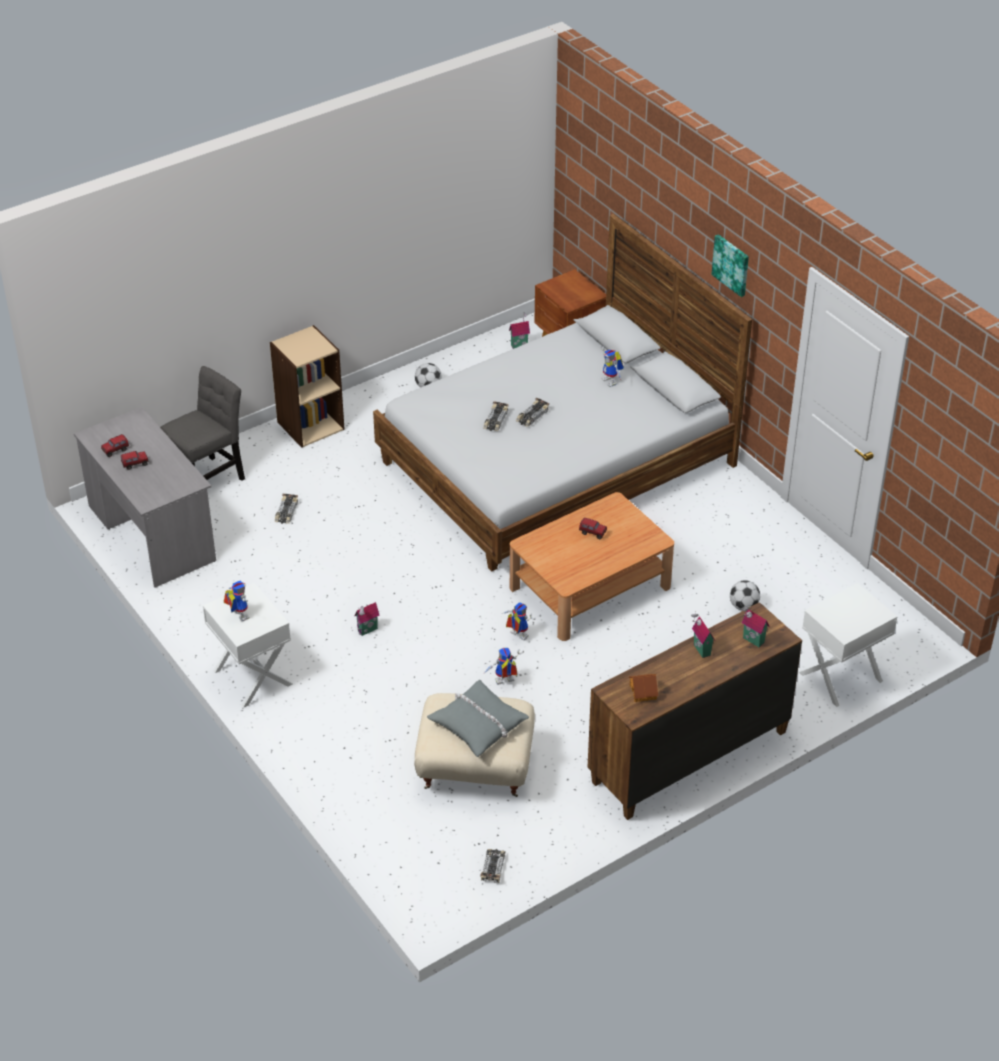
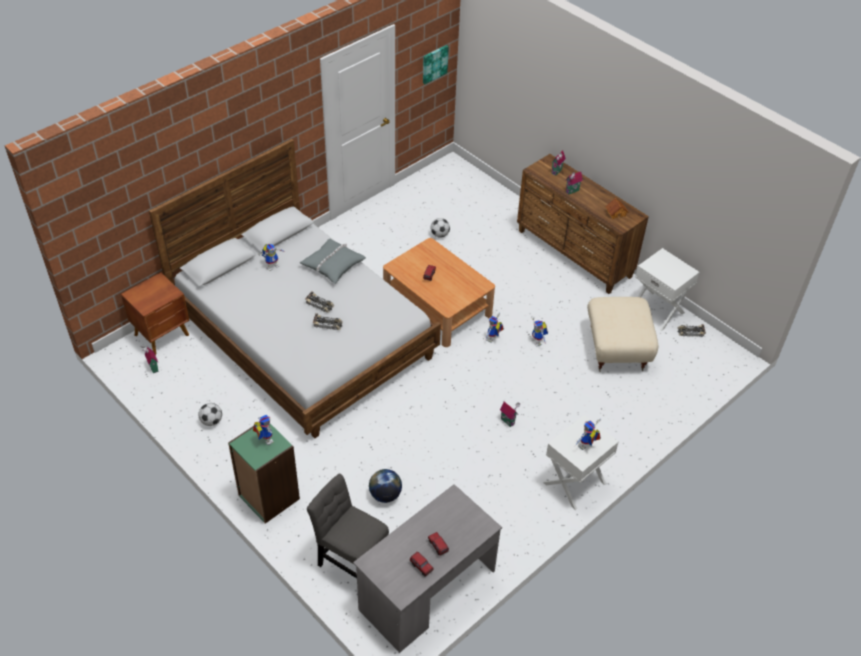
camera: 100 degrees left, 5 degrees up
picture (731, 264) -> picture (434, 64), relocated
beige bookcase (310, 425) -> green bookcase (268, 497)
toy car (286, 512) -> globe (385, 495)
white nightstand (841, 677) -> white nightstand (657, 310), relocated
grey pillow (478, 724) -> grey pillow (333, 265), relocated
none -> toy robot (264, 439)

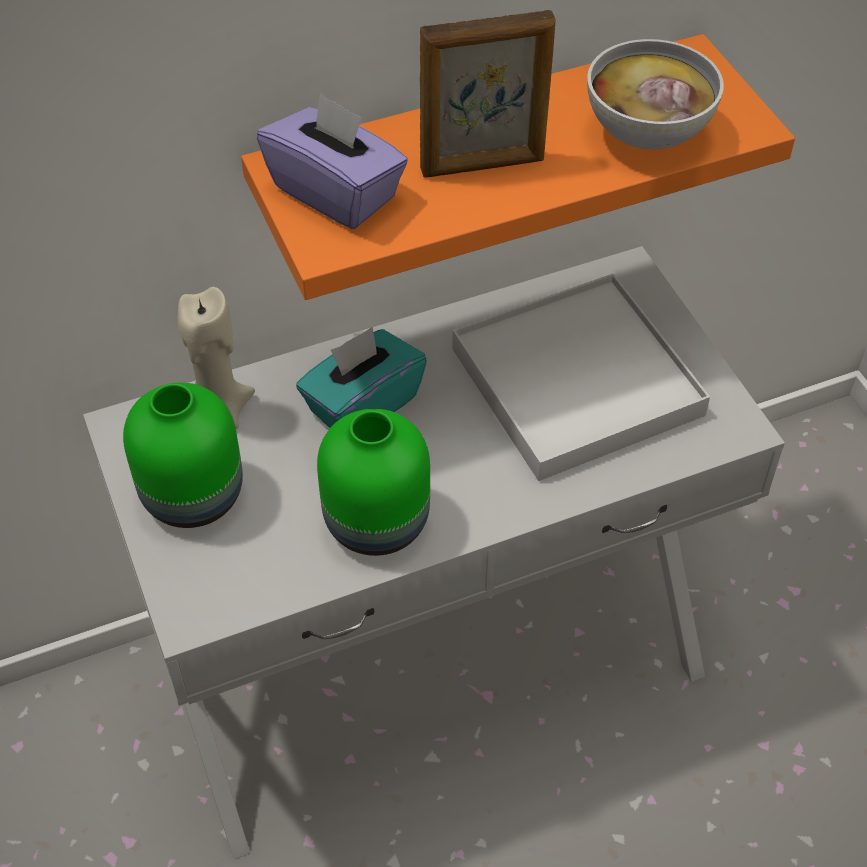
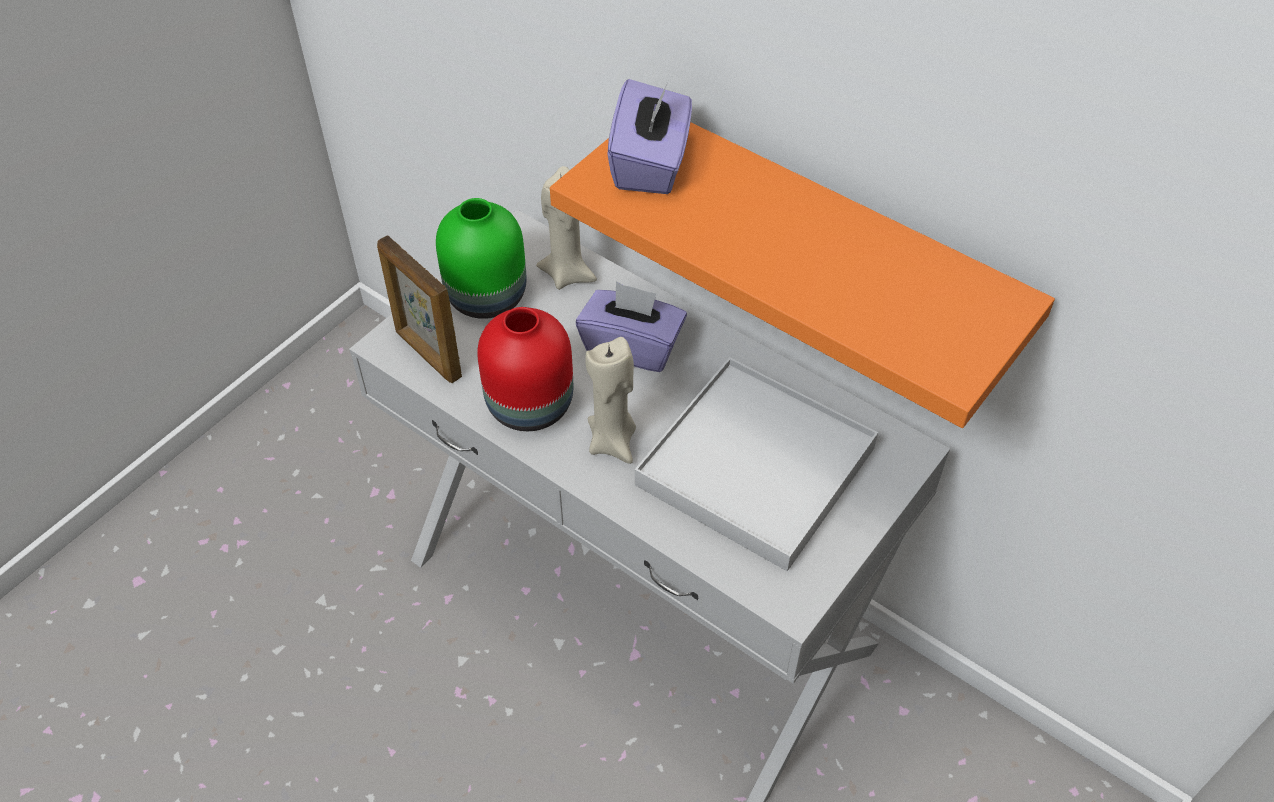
camera: 60 degrees right, 0 degrees up
picture frame (483, 165) -> picture frame (427, 354), relocated
bowl (646, 134) -> none
turquoise tissue box (362, 404) -> purple tissue box (632, 346)
green vase (379, 522) -> red vase (531, 406)
none -> beige candle (613, 441)

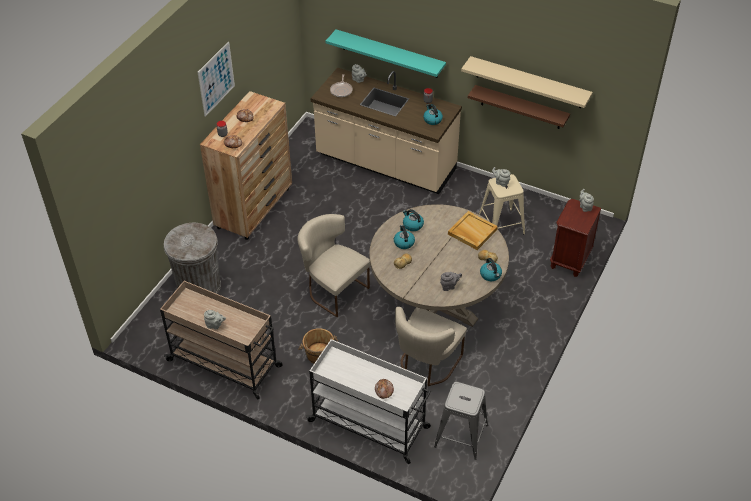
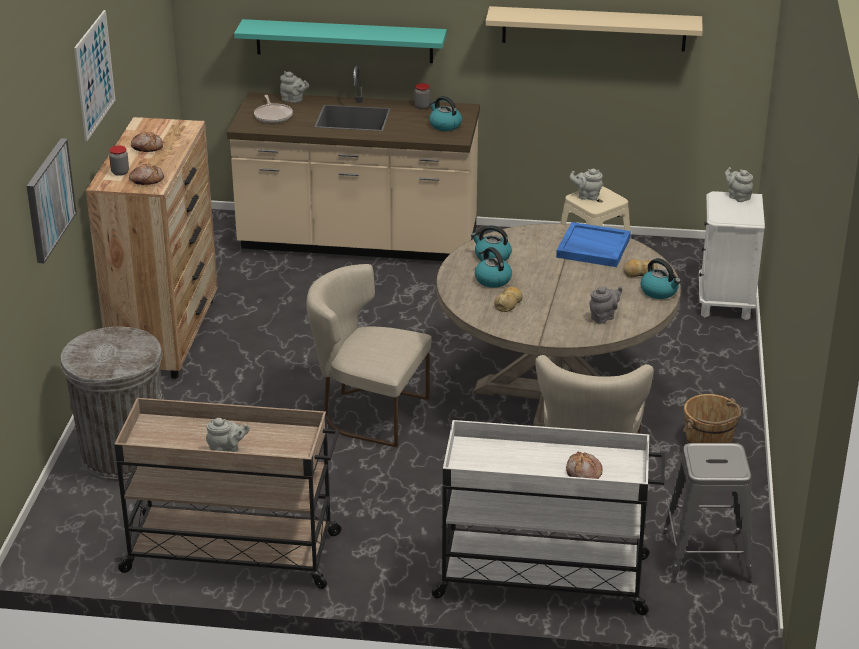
camera: 20 degrees left, 15 degrees down
brown shelf (521, 107) -> none
brown nightstand (570, 260) -> white nightstand (725, 302)
beige tray (472, 232) -> blue tray (592, 248)
brown bucket (319, 354) -> brown bucket (709, 442), relocated
none -> picture (49, 199)

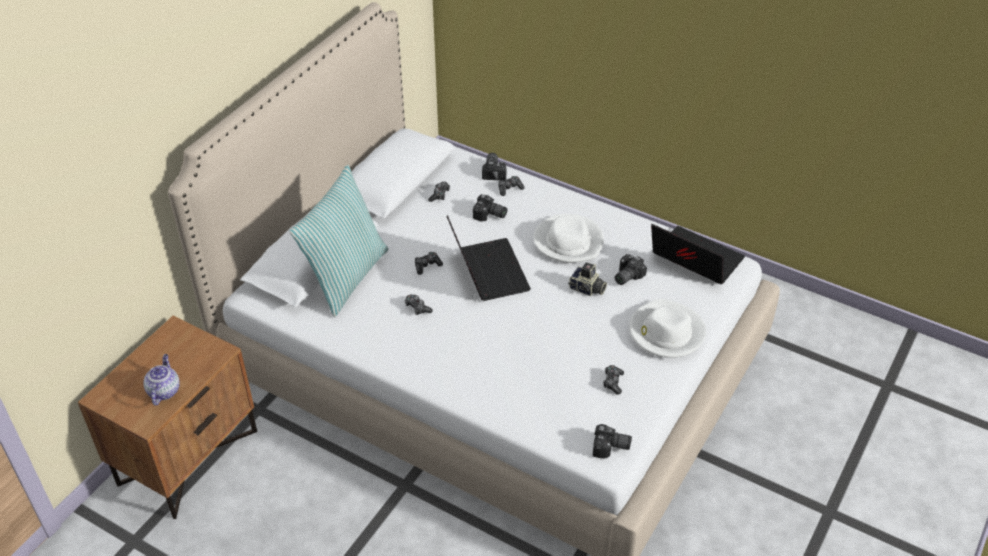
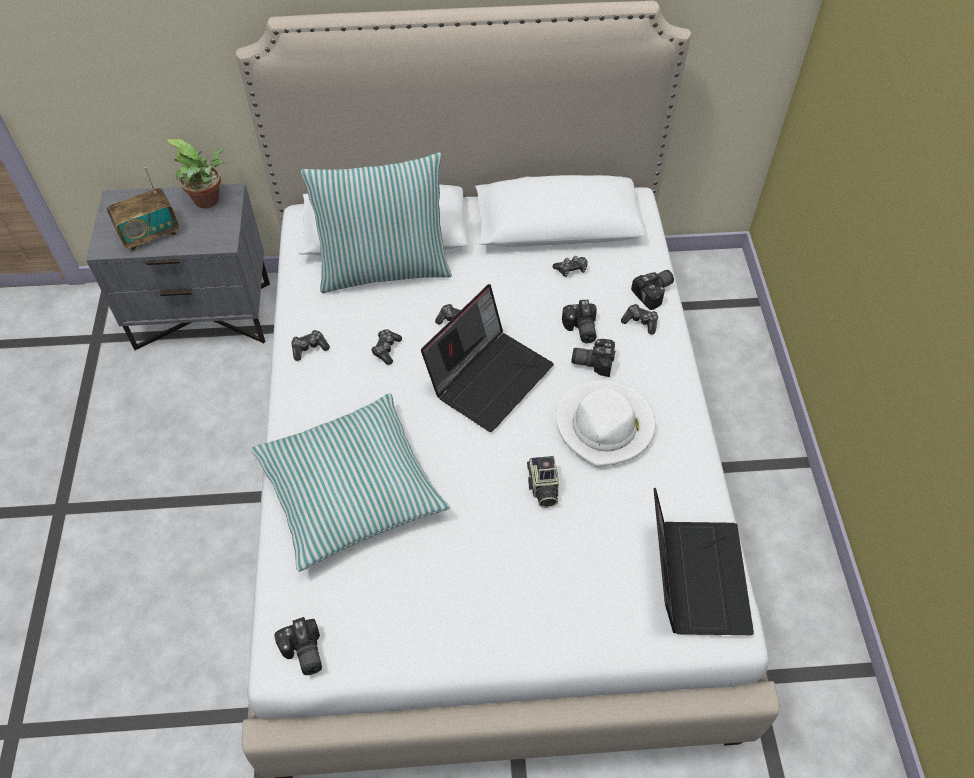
camera: 55 degrees right, 10 degrees up
photo camera (626, 276) -> photo camera (592, 361), relocated
white hat (666, 332) -> none
brown nightstand (187, 456) -> grey nightstand (204, 314)
teapot (164, 390) -> radio (150, 234)
game controller (613, 382) -> game controller (309, 348), relocated
none -> potted plant (209, 201)
none -> pillow (350, 489)

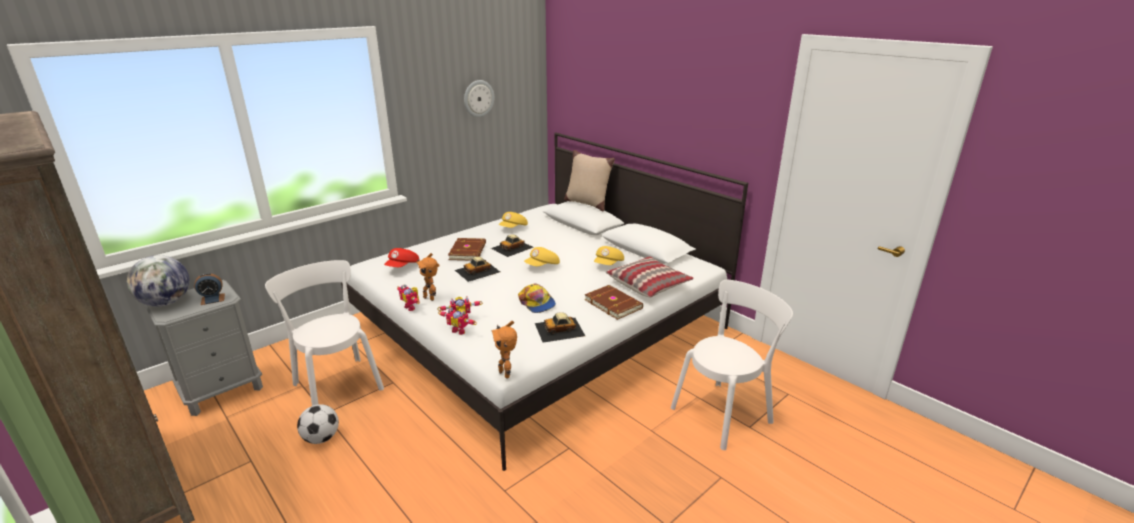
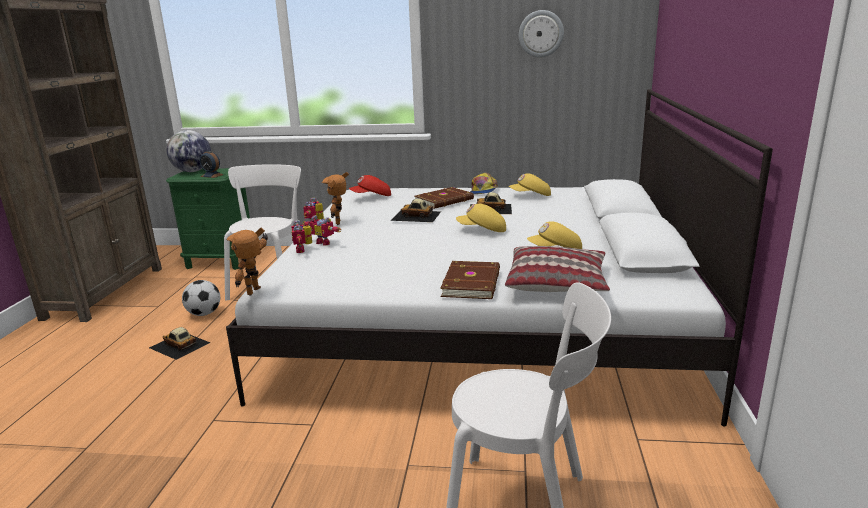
camera: 50 degrees right, 5 degrees down
beige pillow (587, 203) -> none
grey nightstand (223, 390) -> green nightstand (220, 261)
cap (537, 303) -> cap (483, 191), relocated
toy car (559, 329) -> toy car (179, 345), relocated

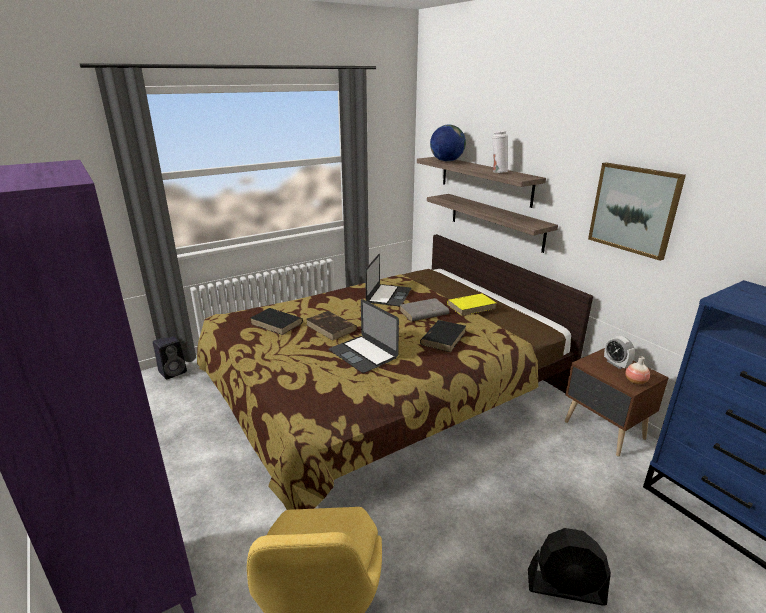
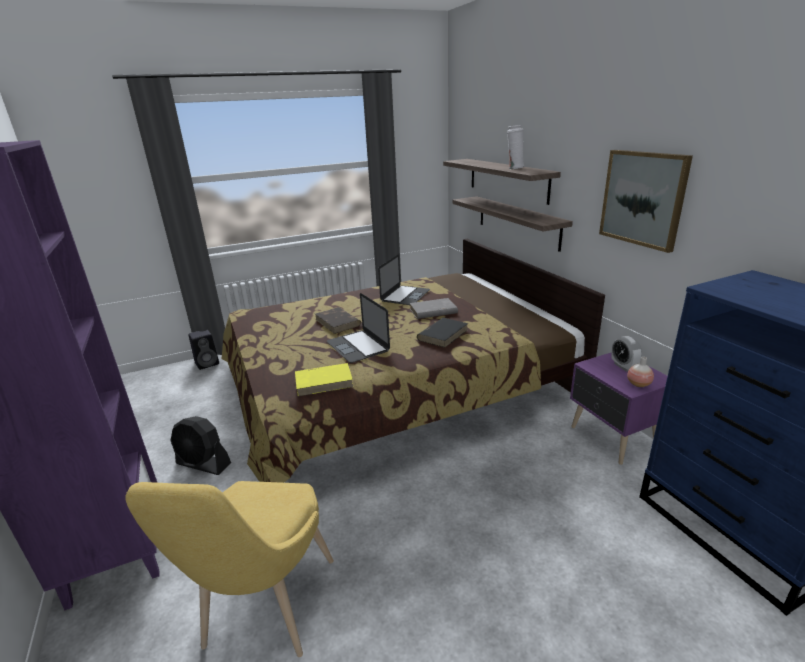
camera: 10 degrees right, 0 degrees up
globe (446, 161) -> none
yellow book (471, 306) -> yellow book (324, 381), relocated
black book (277, 323) -> none
brown nightstand (604, 431) -> purple nightstand (612, 439)
black fan (566, 588) -> black fan (203, 464), relocated

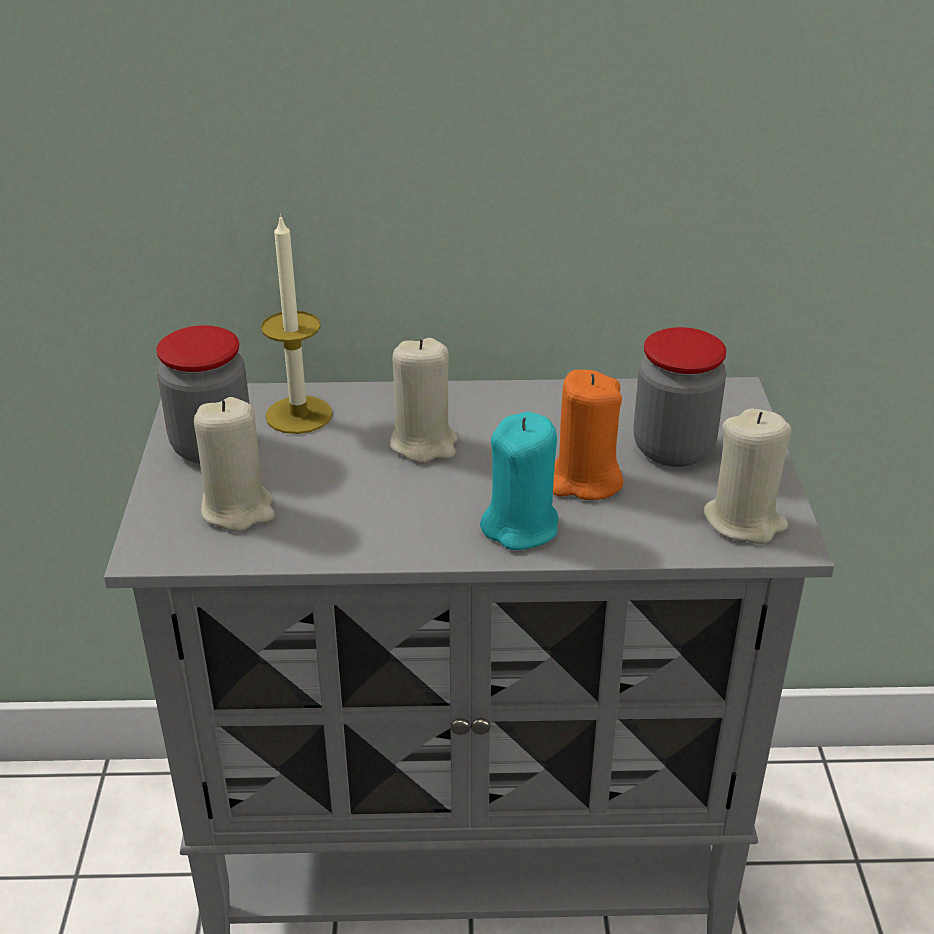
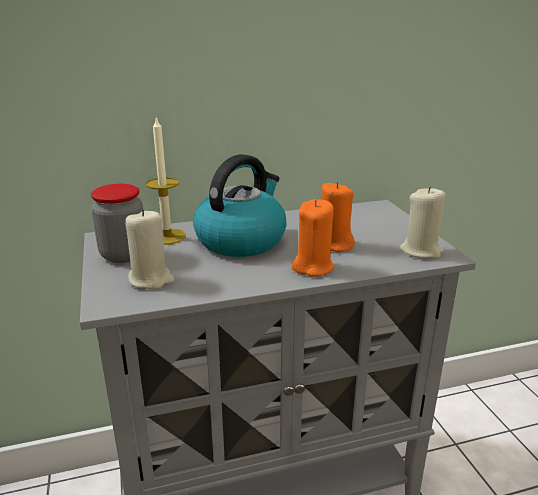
camera: 15 degrees left, 10 degrees down
jar (673, 449) -> none
beige candle (424, 443) -> kettle (241, 240)
turquoise candle (521, 526) -> orange candle (313, 267)

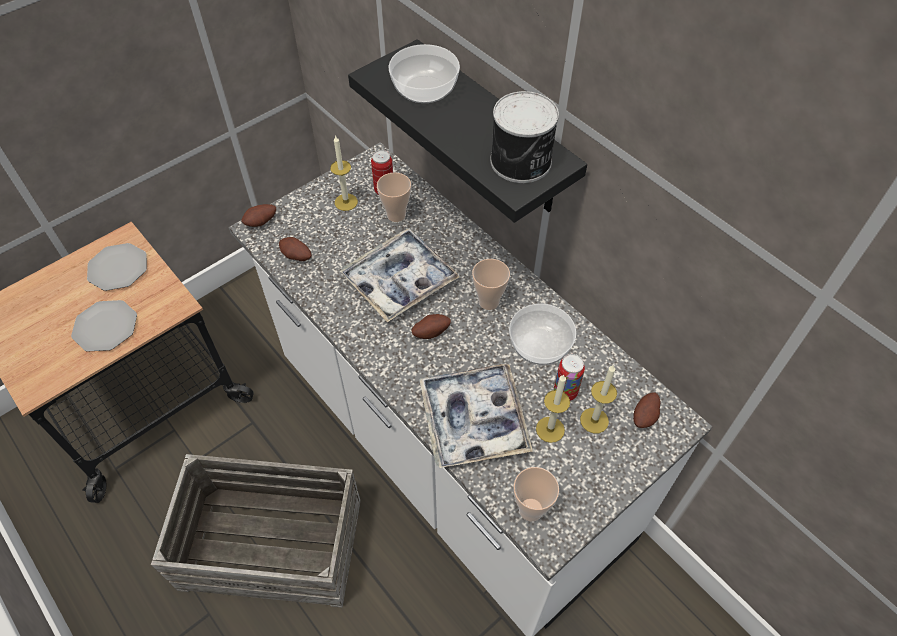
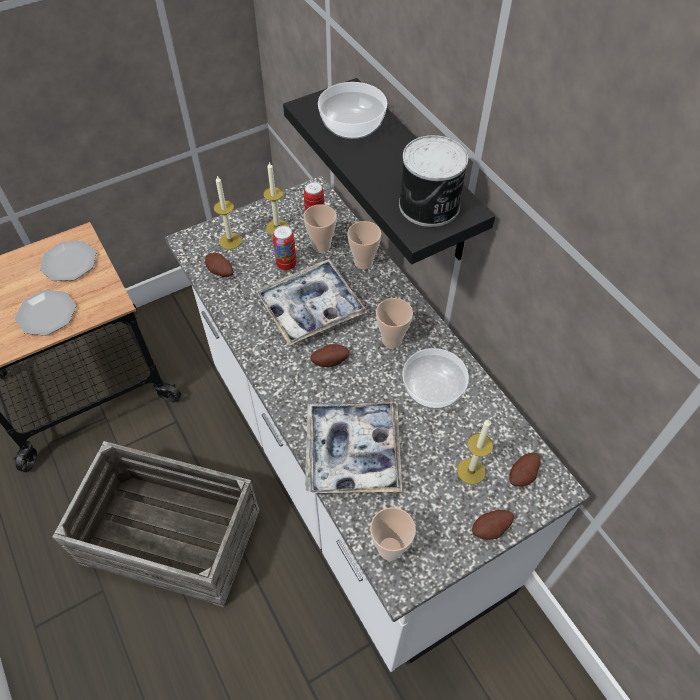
camera: 10 degrees right, 0 degrees up
potato (261, 222) -> potato (491, 529), relocated
can (565, 392) -> can (286, 264), relocated
candle (550, 429) -> candle (230, 241), relocated
none -> cup (363, 262)

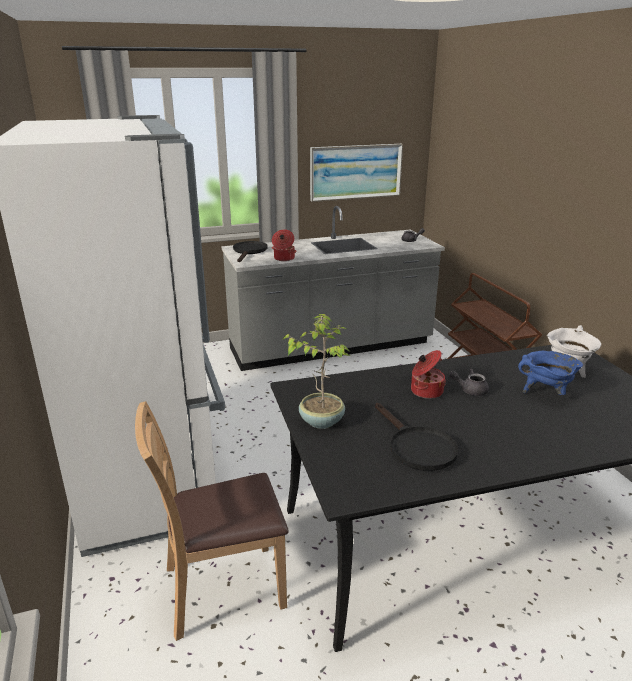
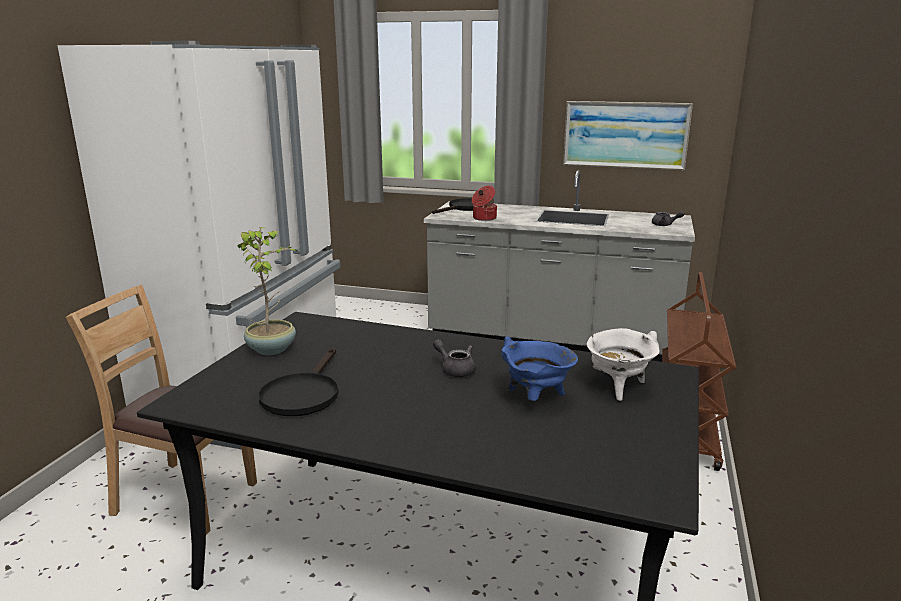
camera: 35 degrees right, 5 degrees down
cooking pot (425, 391) -> none

